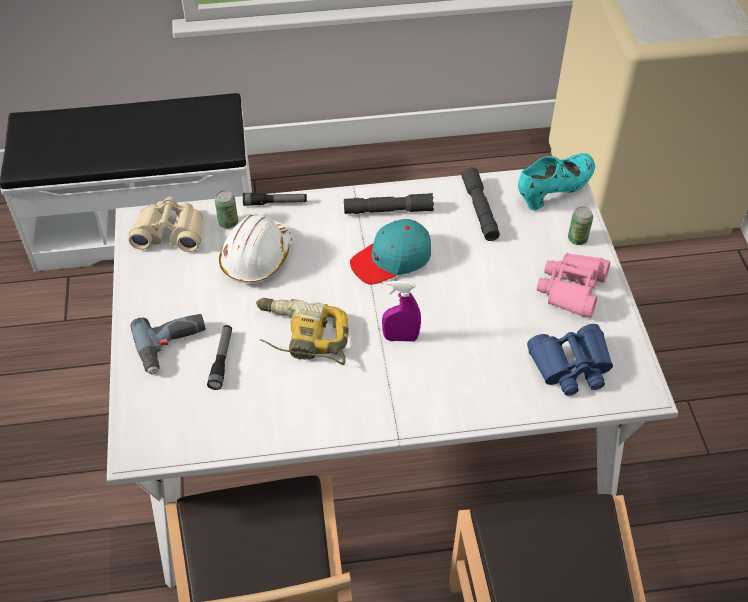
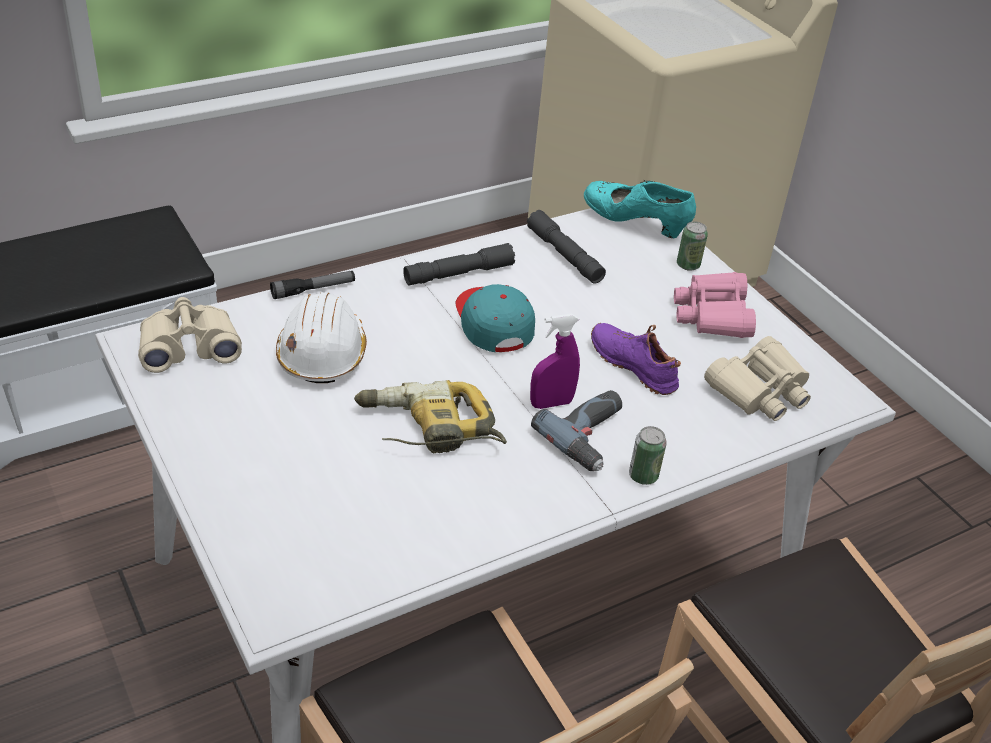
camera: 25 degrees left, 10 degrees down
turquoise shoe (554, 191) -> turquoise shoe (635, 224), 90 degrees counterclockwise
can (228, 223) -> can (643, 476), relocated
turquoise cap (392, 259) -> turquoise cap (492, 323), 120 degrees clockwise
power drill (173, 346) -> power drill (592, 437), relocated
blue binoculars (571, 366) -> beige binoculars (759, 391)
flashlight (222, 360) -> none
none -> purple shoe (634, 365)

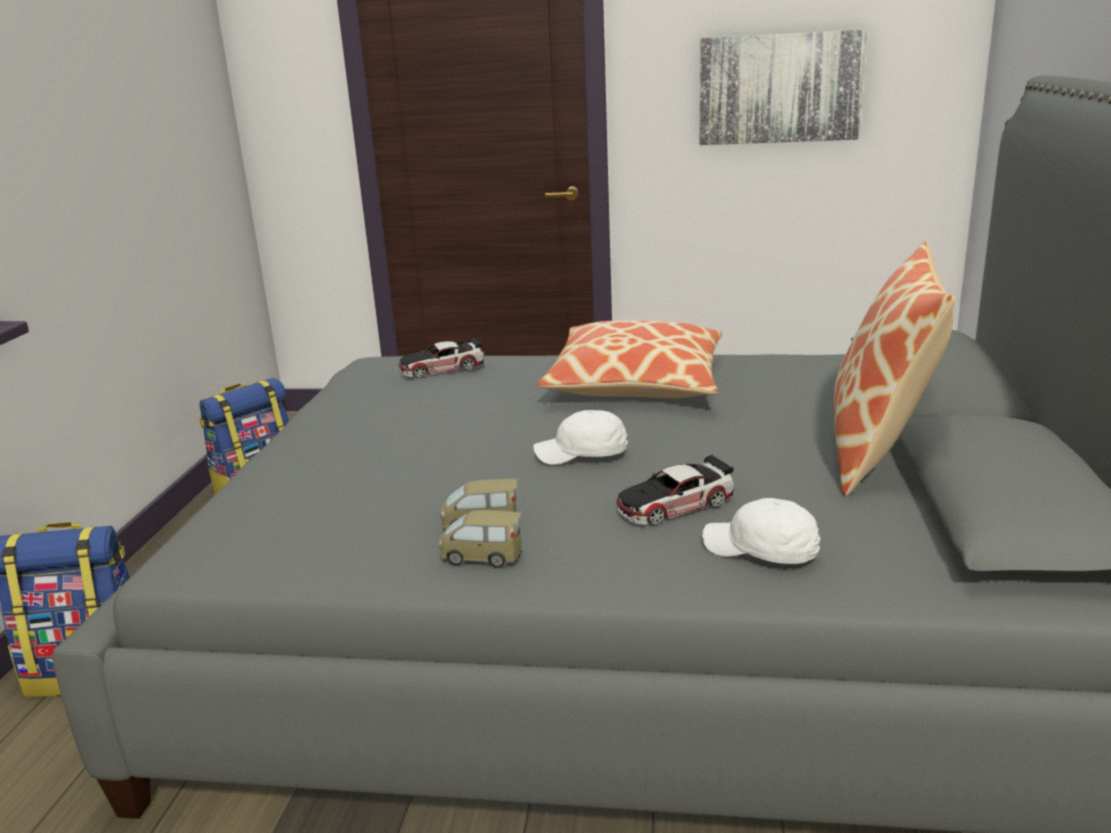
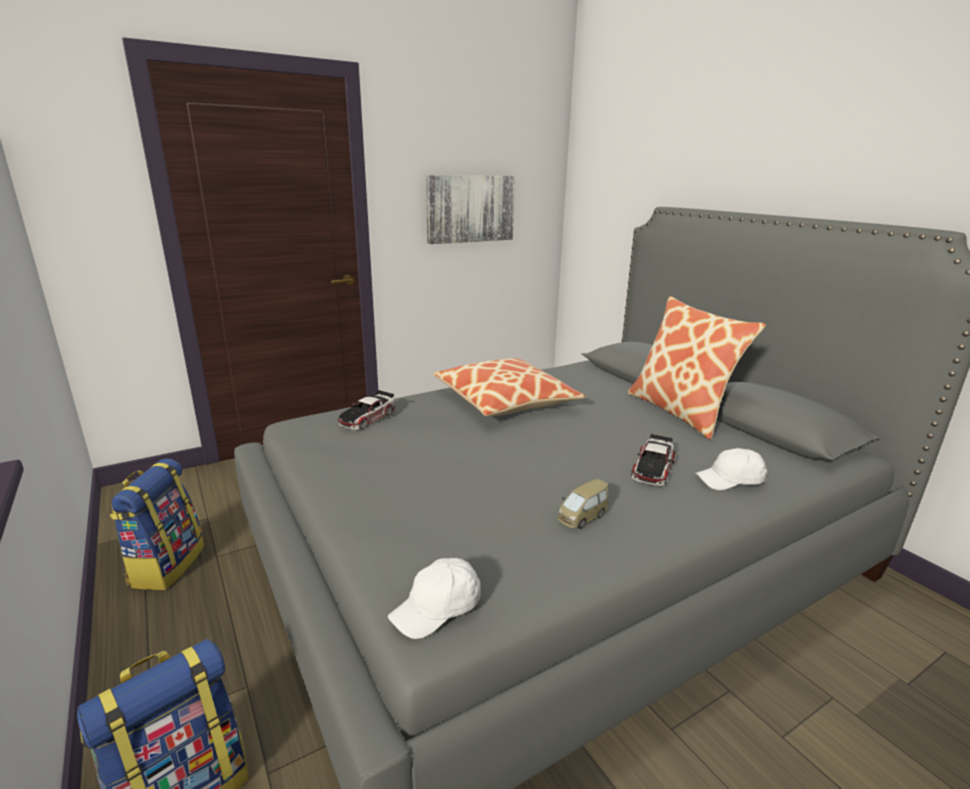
camera: 40 degrees left, 0 degrees up
white cap (582, 455) -> white cap (438, 609), relocated
toy car (481, 556) -> none

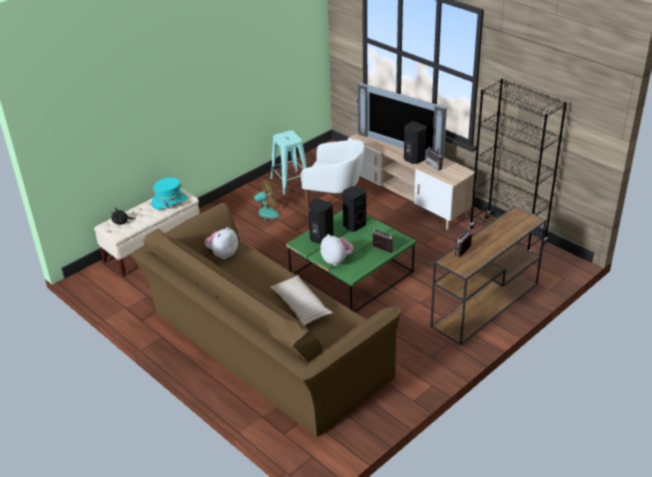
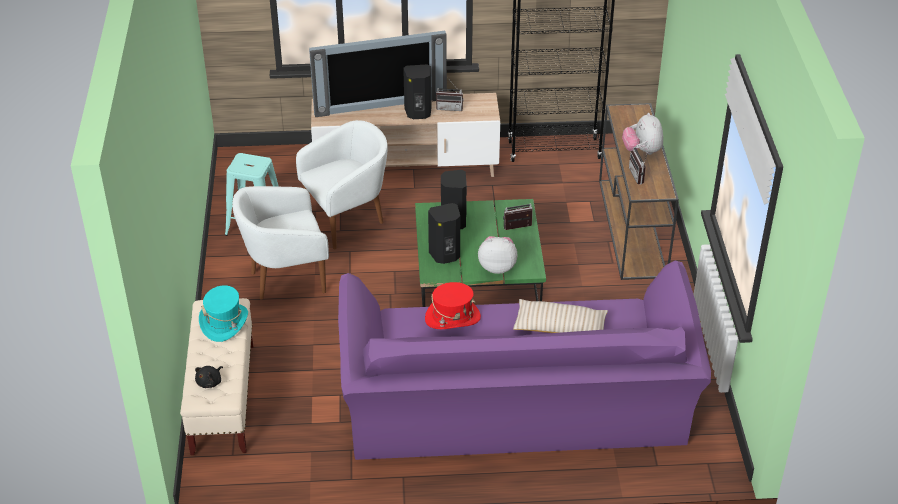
camera: 50 degrees left, 5 degrees up
fan (263, 214) -> white armchair (285, 279)
brown sofa (262, 349) -> purple sofa (516, 410)
plush toy (222, 254) -> plush toy (642, 151), relocated
none -> red hat (452, 318)

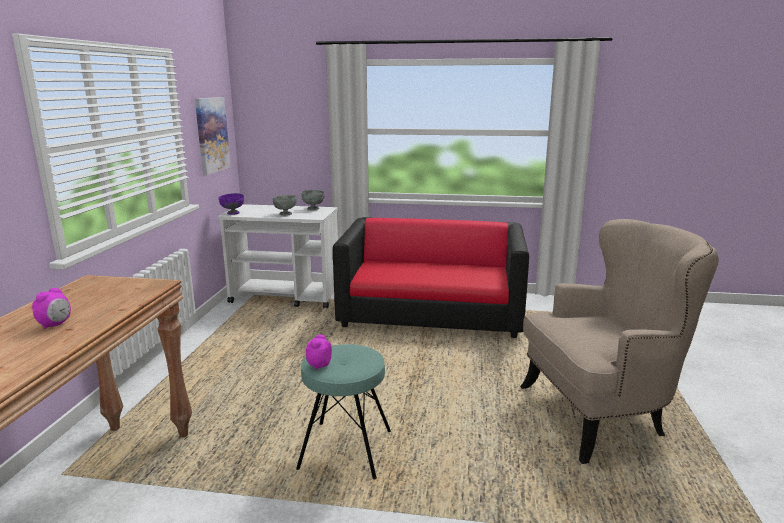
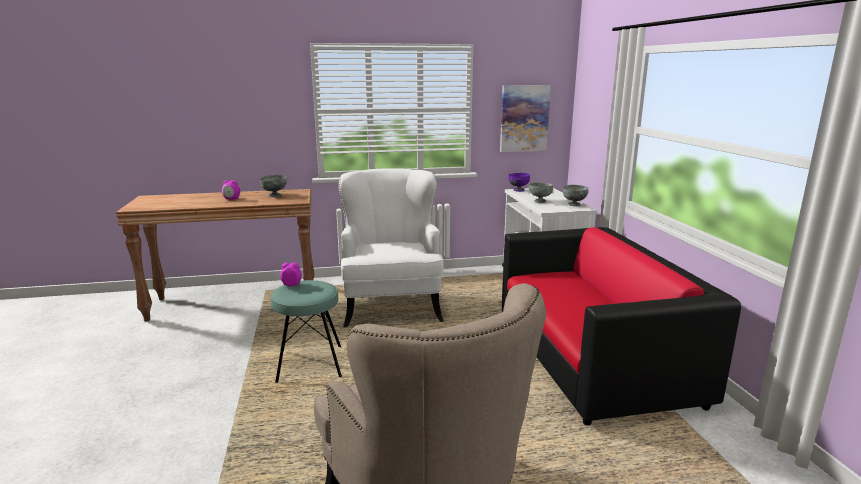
camera: 70 degrees right, 0 degrees up
none -> white armchair (391, 306)
none -> grey bowl (274, 196)

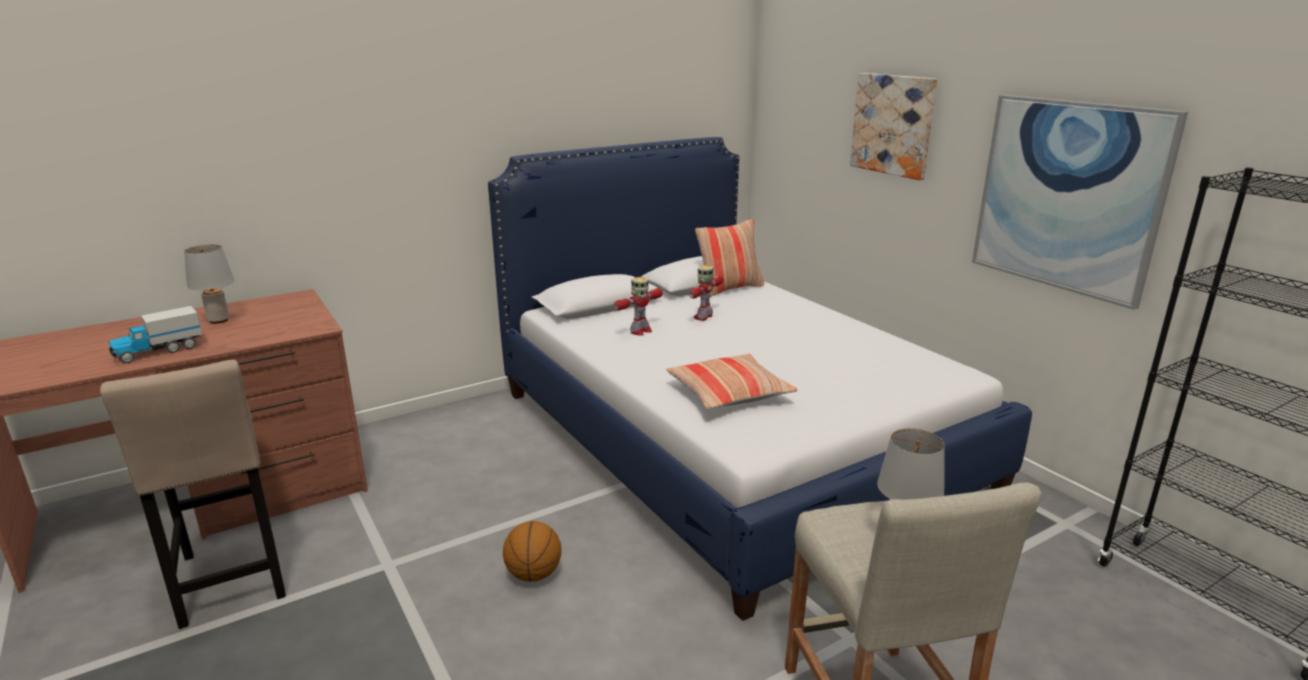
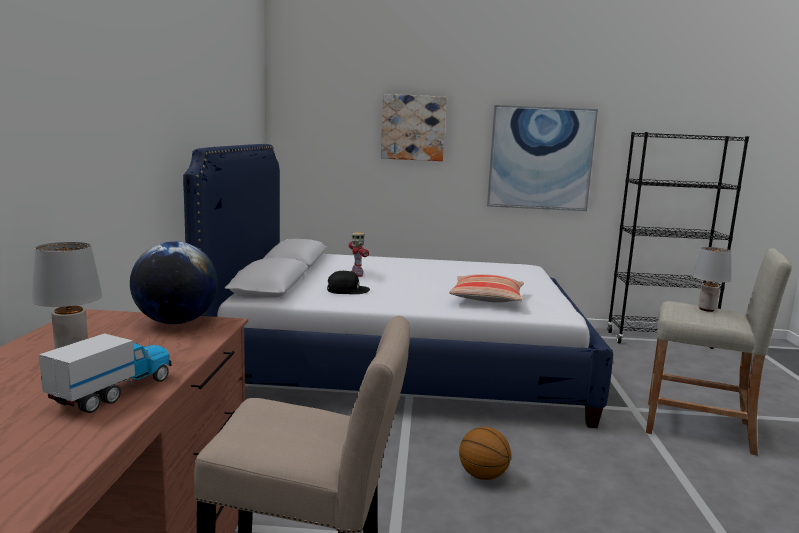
camera: 55 degrees left, 10 degrees down
pillow (729, 288) -> none
toy robot (640, 331) -> black cap (347, 289)
toy truck (159, 351) -> toy truck (114, 392), 150 degrees counterclockwise
none -> globe (176, 322)

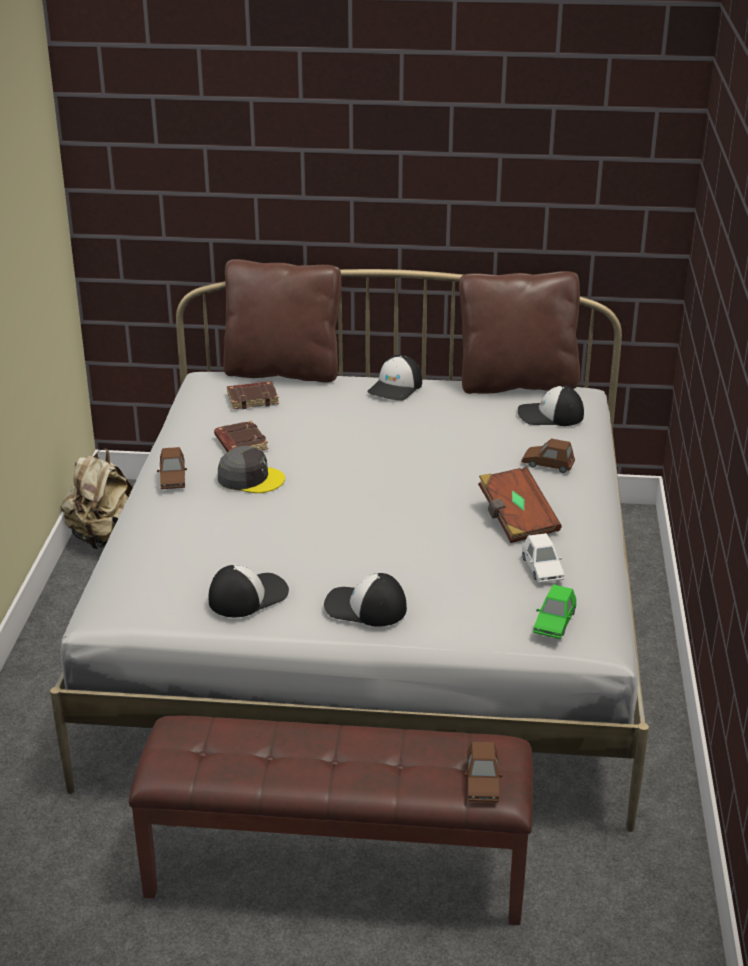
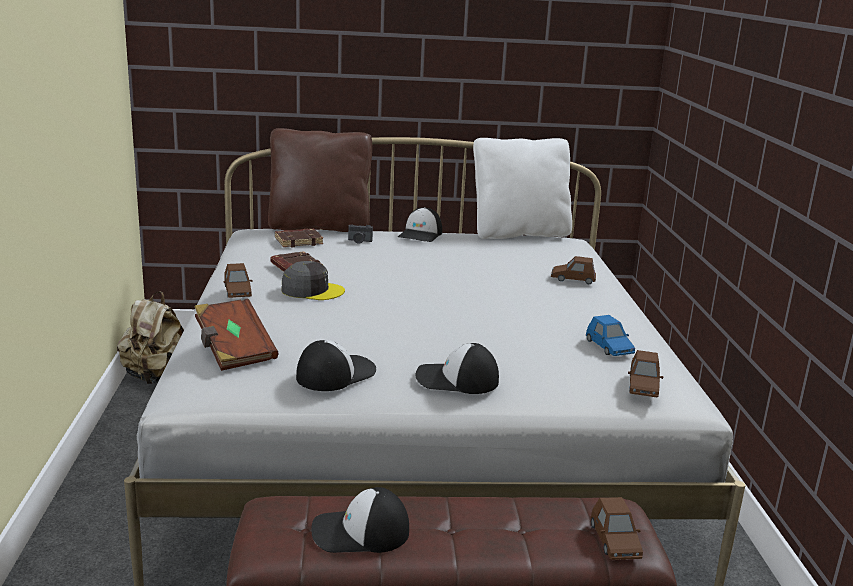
camera: 10 degrees left, 10 degrees down
brown pillow (517, 383) -> white pillow (519, 233)
cap (550, 415) -> cap (360, 532), relocated
brown book (516, 519) -> brown book (234, 350), relocated
white toy car (542, 569) -> blue toy car (609, 347)
green toy car (554, 622) -> brown toy car (643, 386)
none -> photo camera (359, 241)

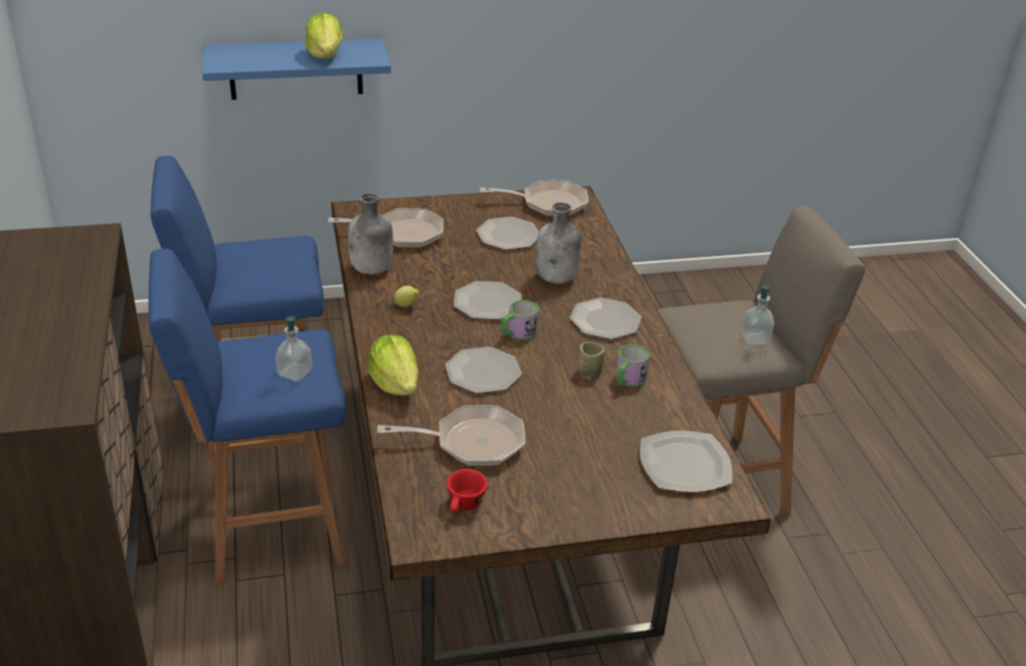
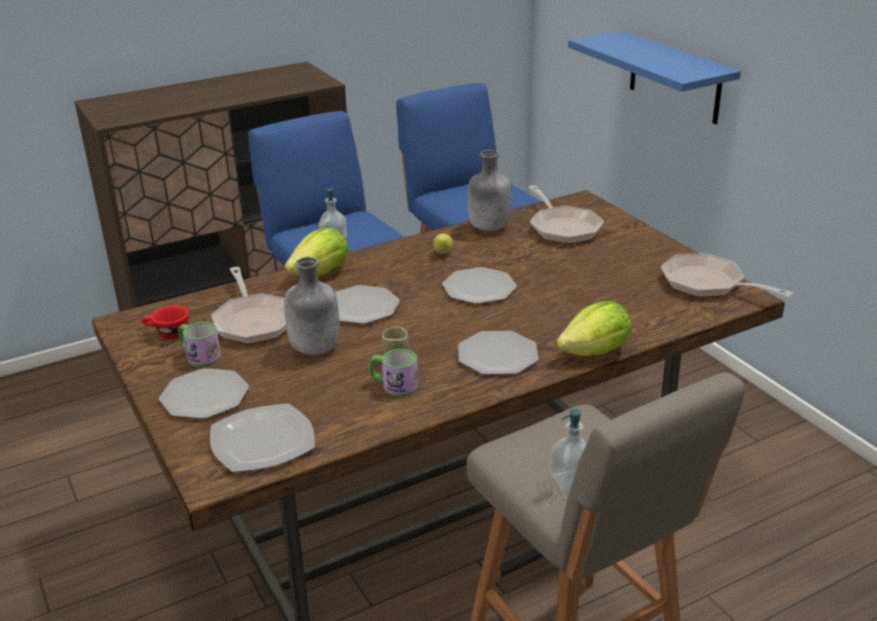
camera: 75 degrees right, 5 degrees down
lettuce (325, 55) -> lettuce (596, 352), relocated
frying pan (548, 204) -> frying pan (708, 284), 150 degrees clockwise
grey bottle (557, 278) -> grey bottle (315, 349), relocated
plate (508, 235) -> plate (205, 396), relocated
mug (518, 333) -> mug (199, 355), relocated

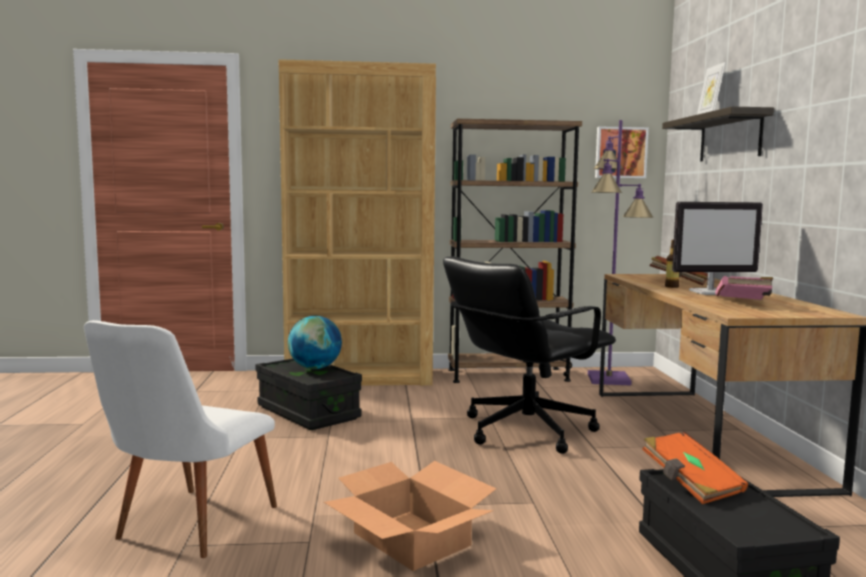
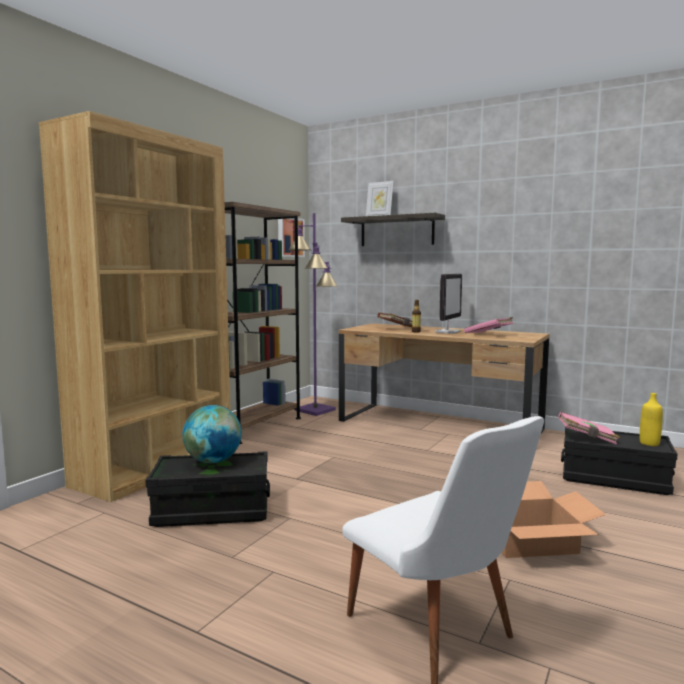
camera: 55 degrees left, 0 degrees up
black office chair (525, 430) -> none
orange book (690, 484) -> pink book (587, 438)
none -> yellow bottle (649, 443)

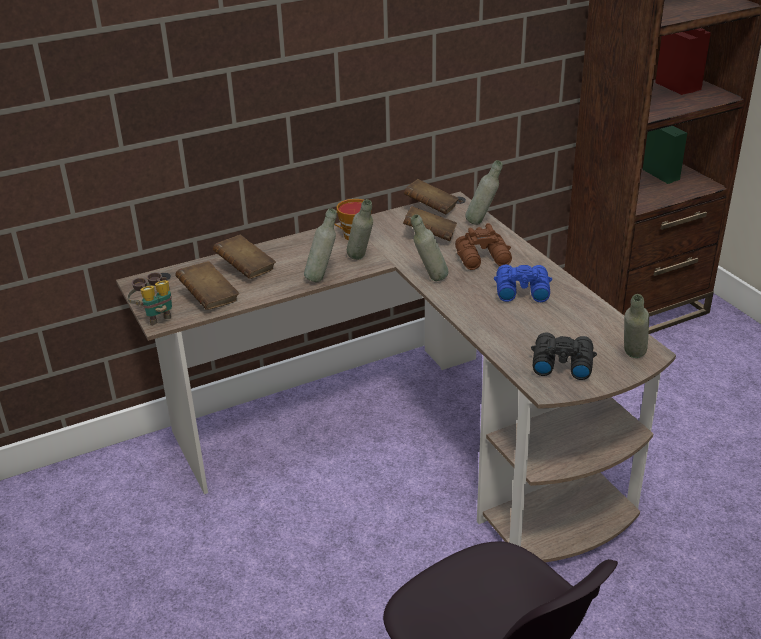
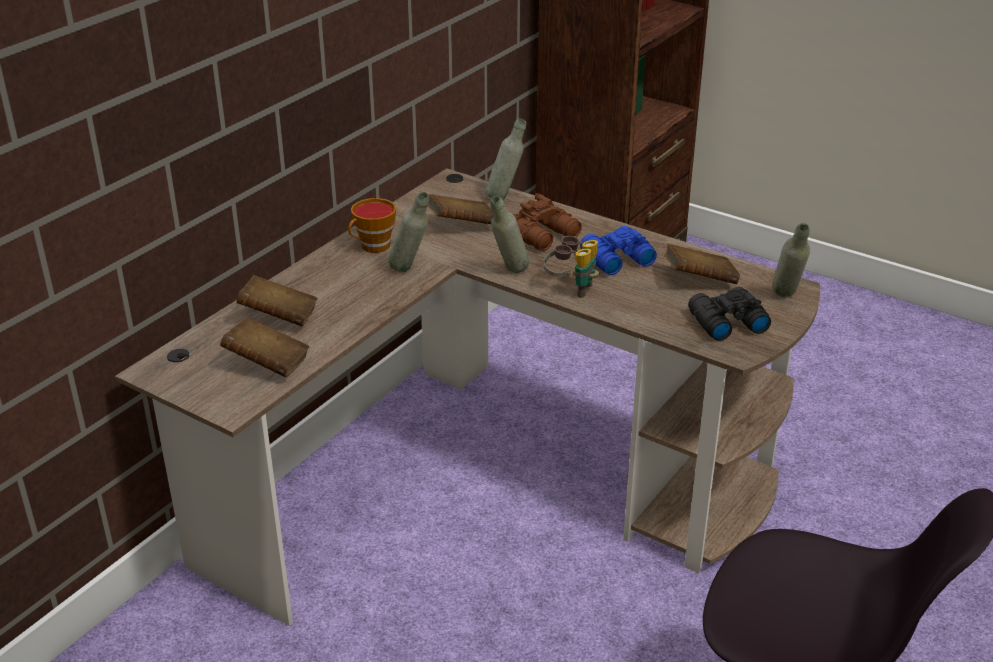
camera: 30 degrees left, 0 degrees up
brown book (431, 208) -> brown book (699, 280), relocated
grey bottle (322, 278) -> none
binoculars (155, 316) -> binoculars (571, 288), relocated

